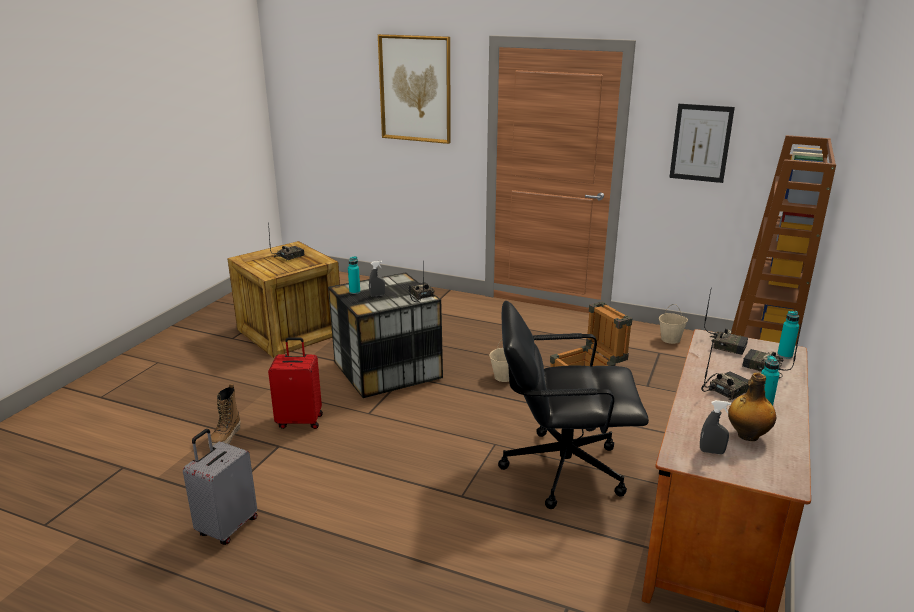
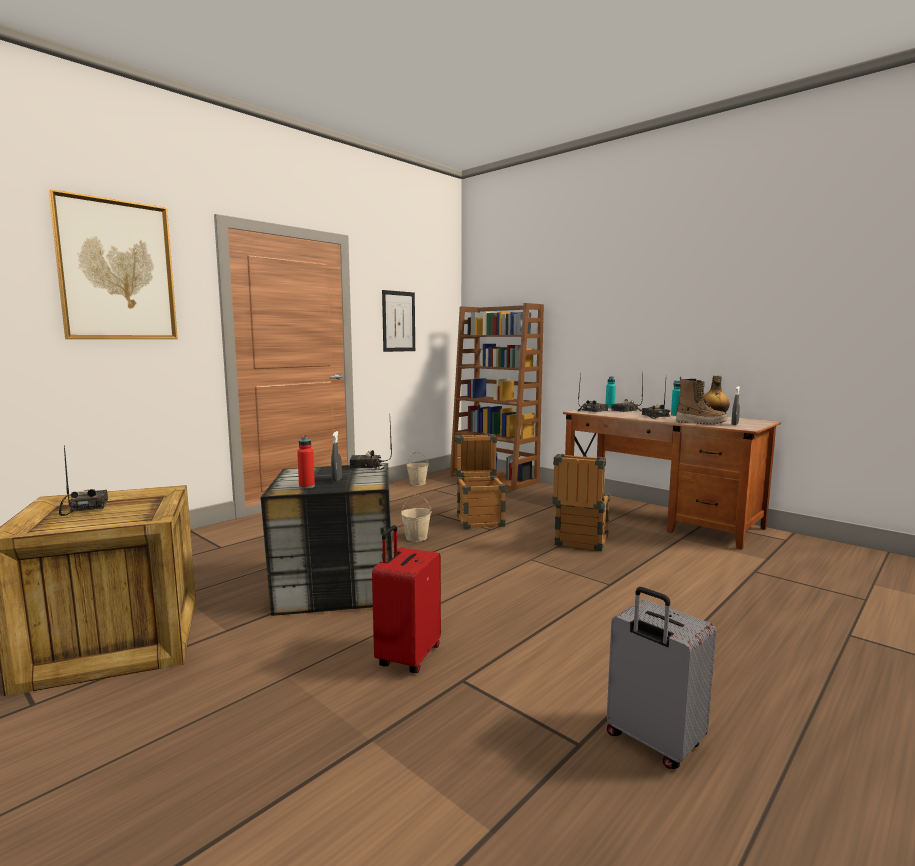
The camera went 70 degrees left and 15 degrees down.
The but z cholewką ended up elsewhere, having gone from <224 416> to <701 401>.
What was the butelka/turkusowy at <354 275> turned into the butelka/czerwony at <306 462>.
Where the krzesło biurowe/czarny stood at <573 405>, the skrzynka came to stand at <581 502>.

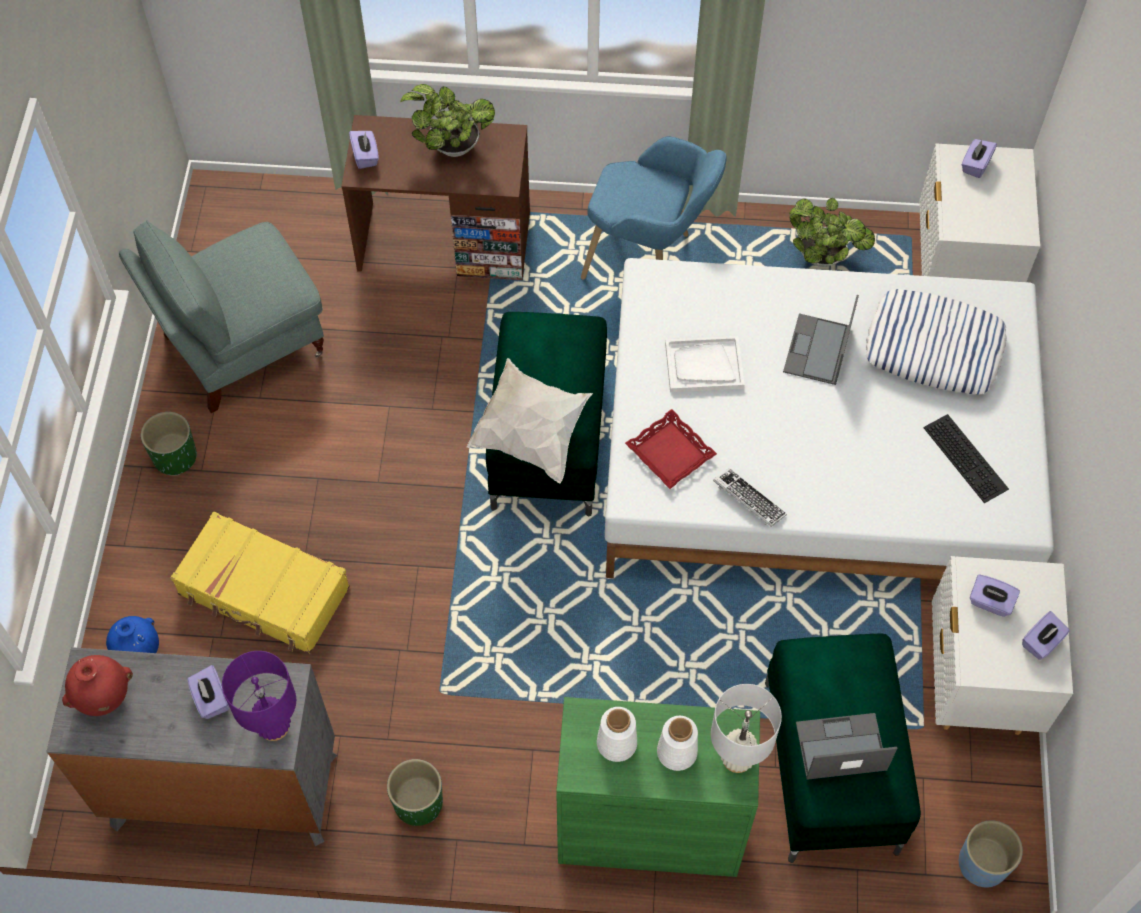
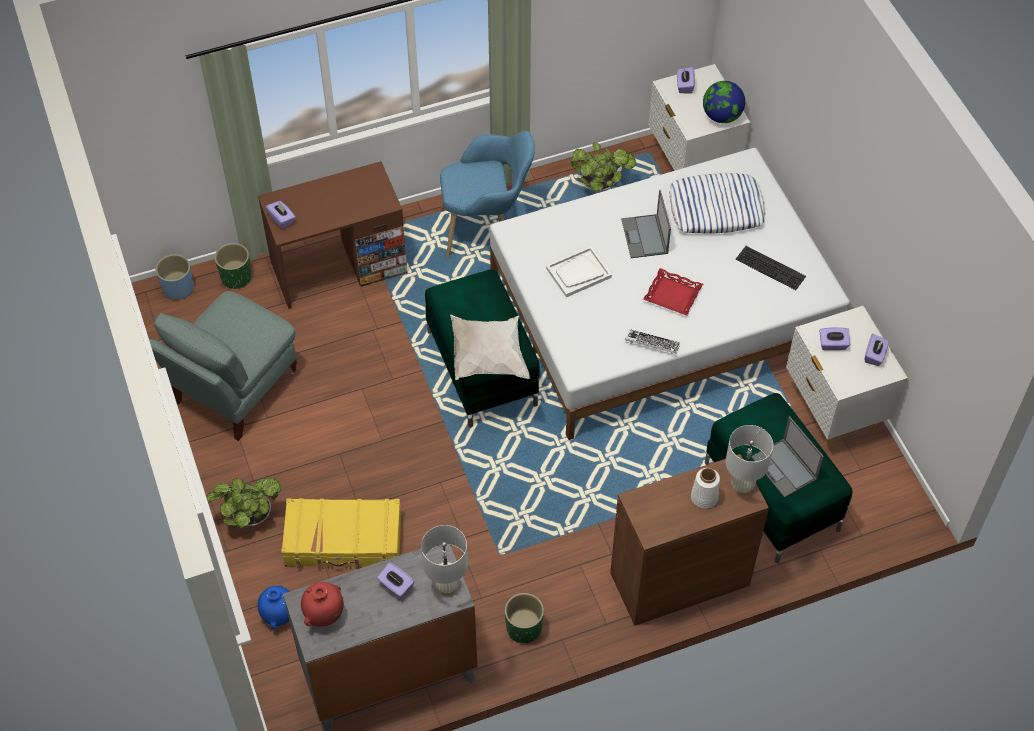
The camera went 25 degrees left and 5 degrees down.
The donica/zielony ended up elsewhere, having gone from <169 444> to <233 266>.
What was the lampa stołowa/fioletowy at <259 696> turned into the lampa stołowa/biały at <444 560>.
The roślina doniczkowa ended up elsewhere, having gone from <447 120> to <243 503>.
What was the szafka/zielony at <658 787> turned into the szafka/brązowy at <689 540>.
The second view lost the wazon/biały at <617 734>.
The taca/czerwony ended up elsewhere, having gone from <671 449> to <673 292>.
The laptop at <846 746> ended up facing another way, 90 degrees counterclockwise from before.
The donica/niebieski ended up elsewhere, having gone from <991 854> to <175 277>.
The second view gained the globus at <724 102>.

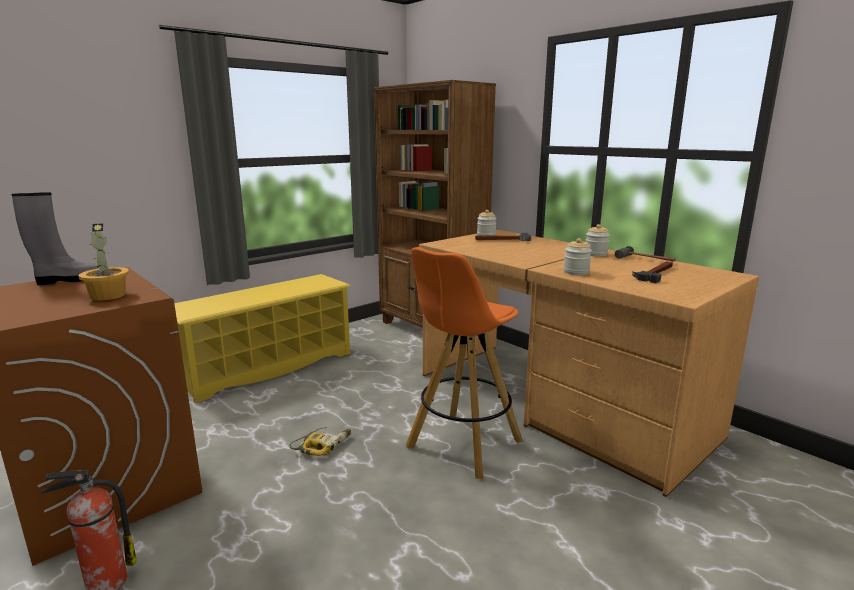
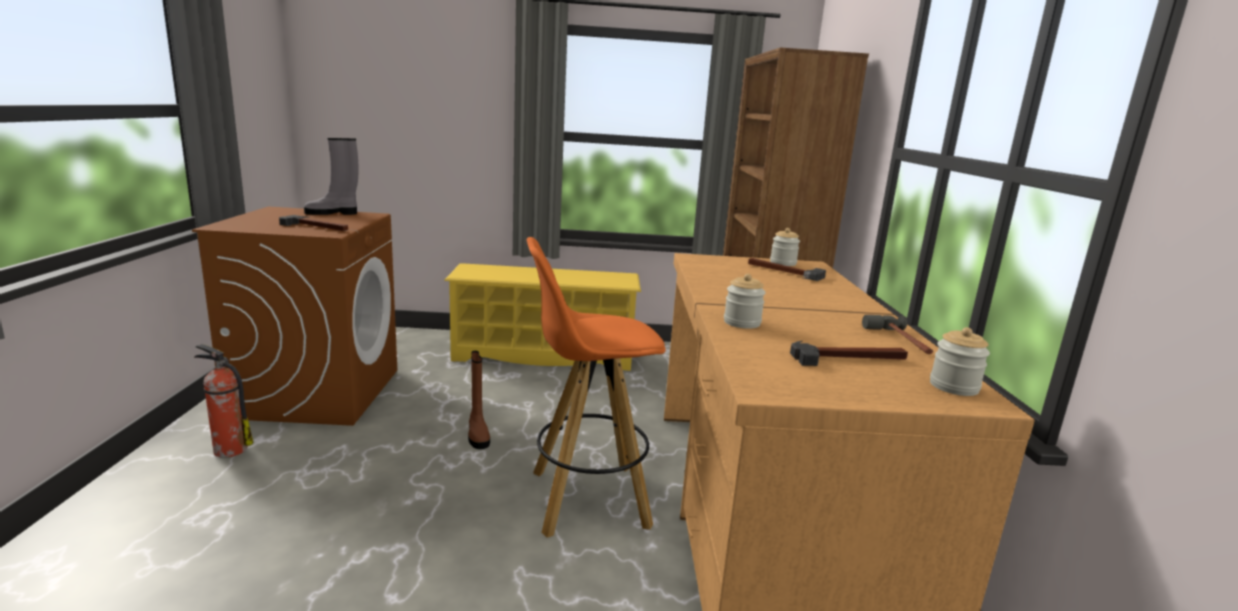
The camera went 40 degrees right and 0 degrees up.
The but z cholewką/szary at <55 238> ended up facing another way, 150 degrees clockwise from before.
Where the roślina doniczkowa stood at <104 262>, the młotek came to stand at <313 223>.
Where the wiertarka stood at <320 441>, the but z cholewką/brązowy came to stand at <479 400>.
The słoik ended up elsewhere, having gone from <598 240> to <960 361>.

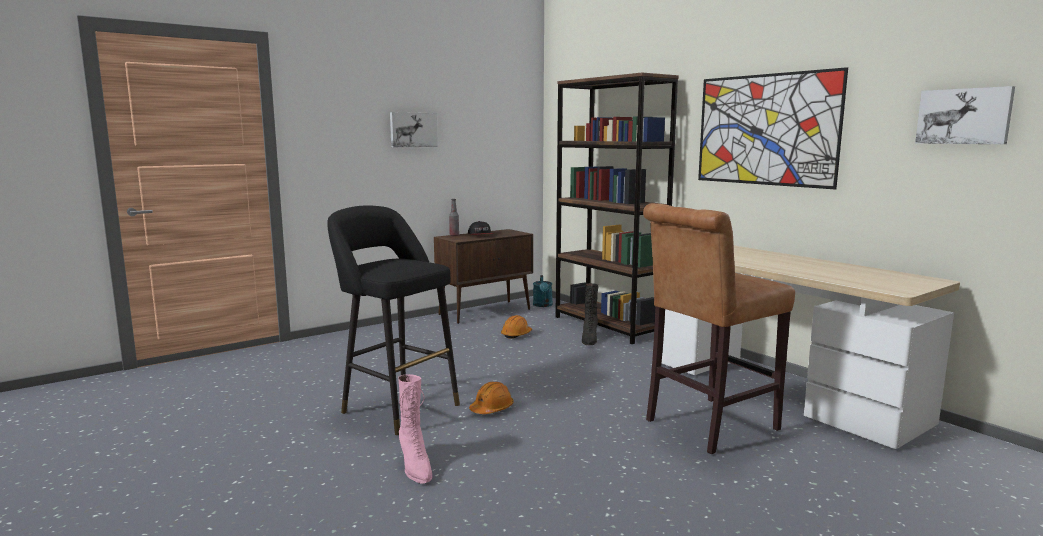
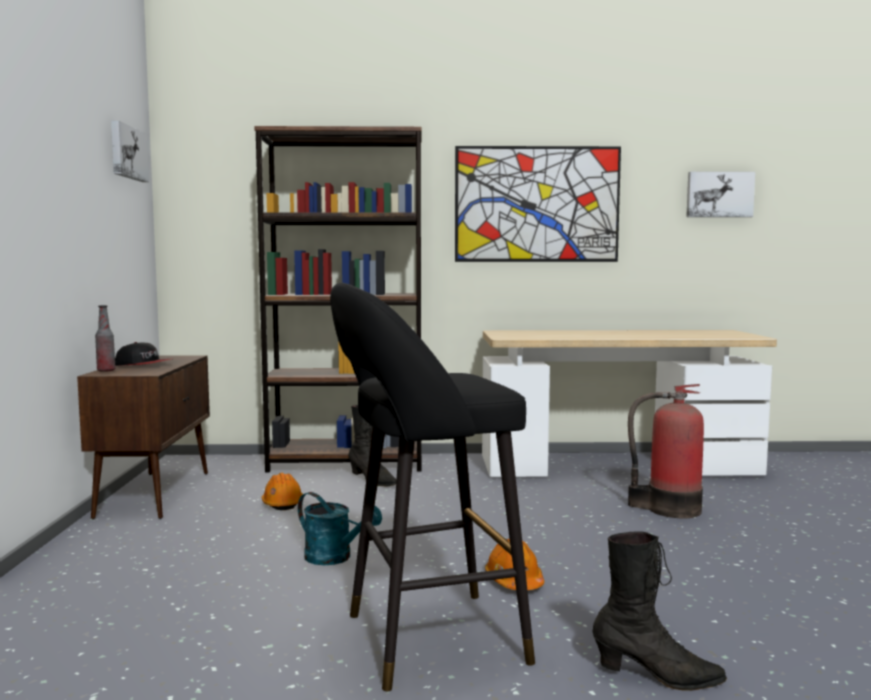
The camera went 55 degrees left and 5 degrees down.
The obraz ended up elsewhere, having gone from <414 129> to <130 151>.
What was the but z cholewką/różowy at <415 429> turned into the but z cholewką/czarny at <659 611>.
The konewka/turkusowy ended up elsewhere, having gone from <543 291> to <340 528>.
Where the stołek/brązowy stood at <719 328>, the gaśnica came to stand at <666 451>.

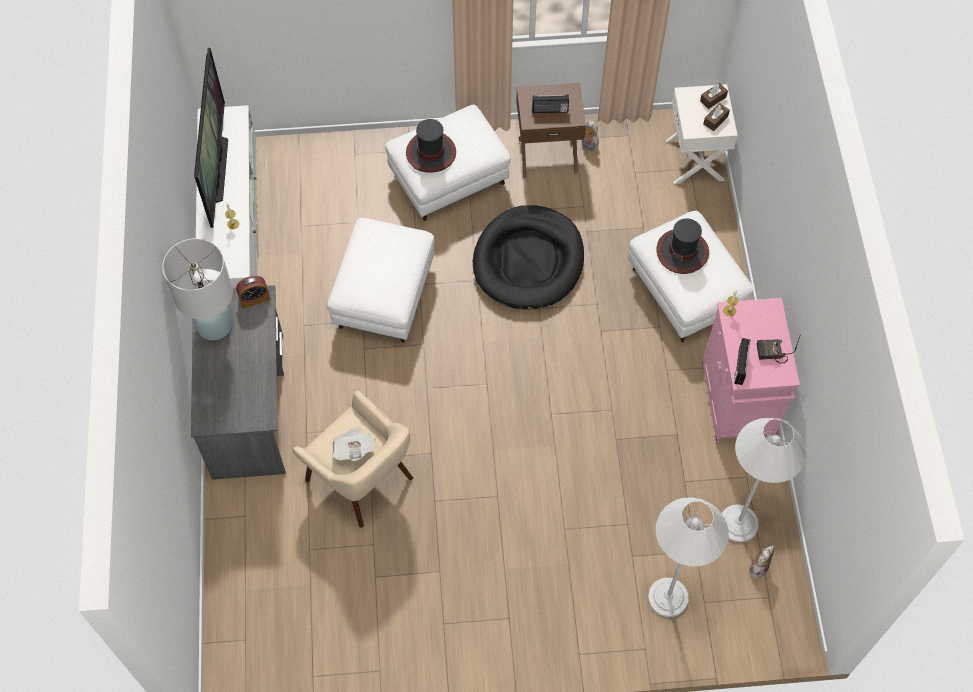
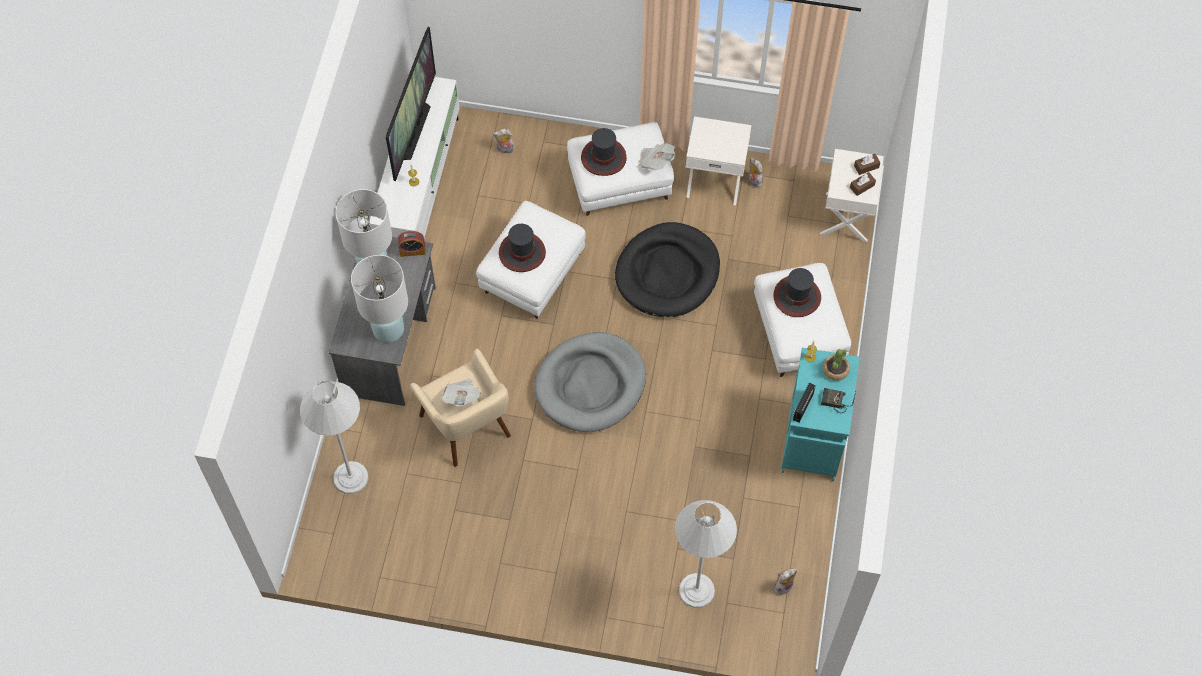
The camera went 15 degrees right and 0 degrees up.
What was the szafka nocna/brązowy at <551 130> turned into the szafka nocna/biały at <719 160>.
The second view lost the radio at <550 103>.
What was the szafka/różowy at <751 371> turned into the szafka/turkusowy at <820 414>.
The lampa stojąca/biały ended up elsewhere, having gone from <764 480> to <334 437>.
The second view gained the lampa stołowa/biały at <379 299>.
The second view gained the pluszak at <503 141>.
The second view gained the kapelusz at <522 248>.
The second view gained the legowisko/szary at <590 382>.
The second view gained the gazeta at <656 156>.
The second view gained the roślina doniczkowa at <836 365>.

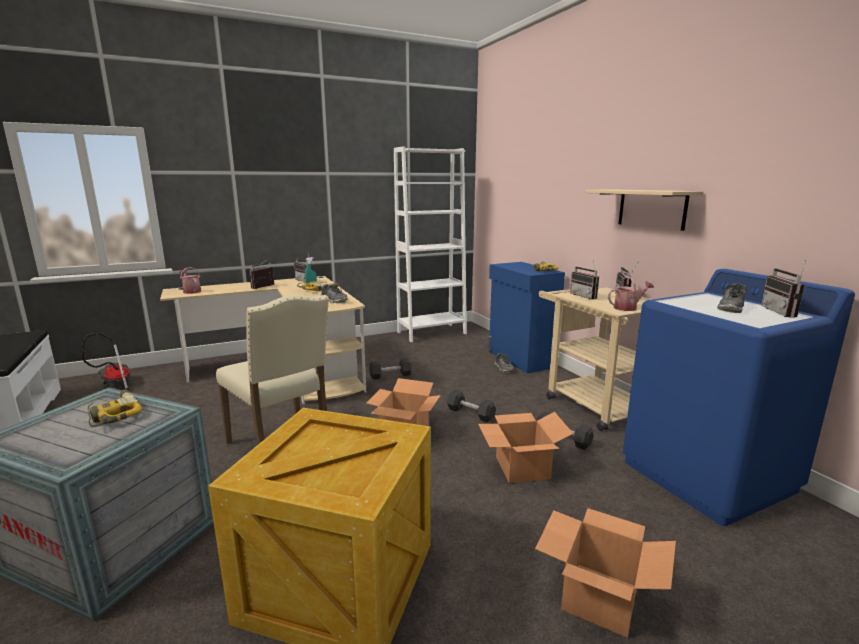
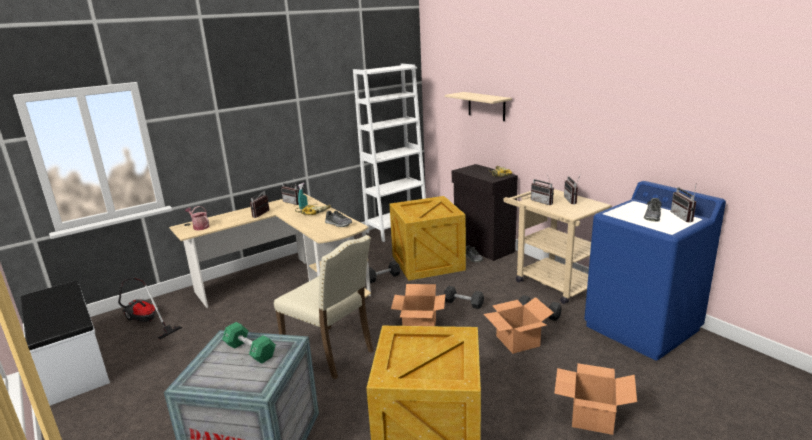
The camera went 10 degrees left and 5 degrees up.
Where the wiertarka stood at <115 408>, the hantel/zielony came to stand at <249 342>.
What was the szafka/niebieski at <526 317> turned into the szafka/czarny at <485 212>.
The półka/beżowy ended up elsewhere, having gone from <644 210> to <478 106>.
The second view lost the konewka at <631 293>.
The second view gained the skrzynka at <428 238>.

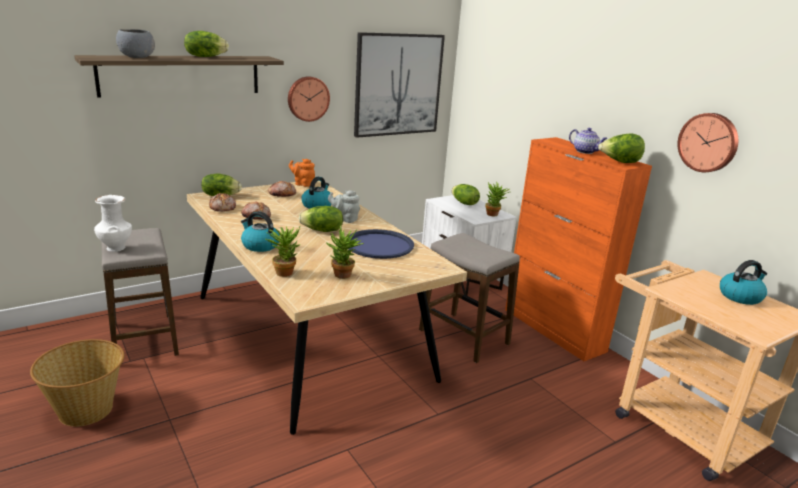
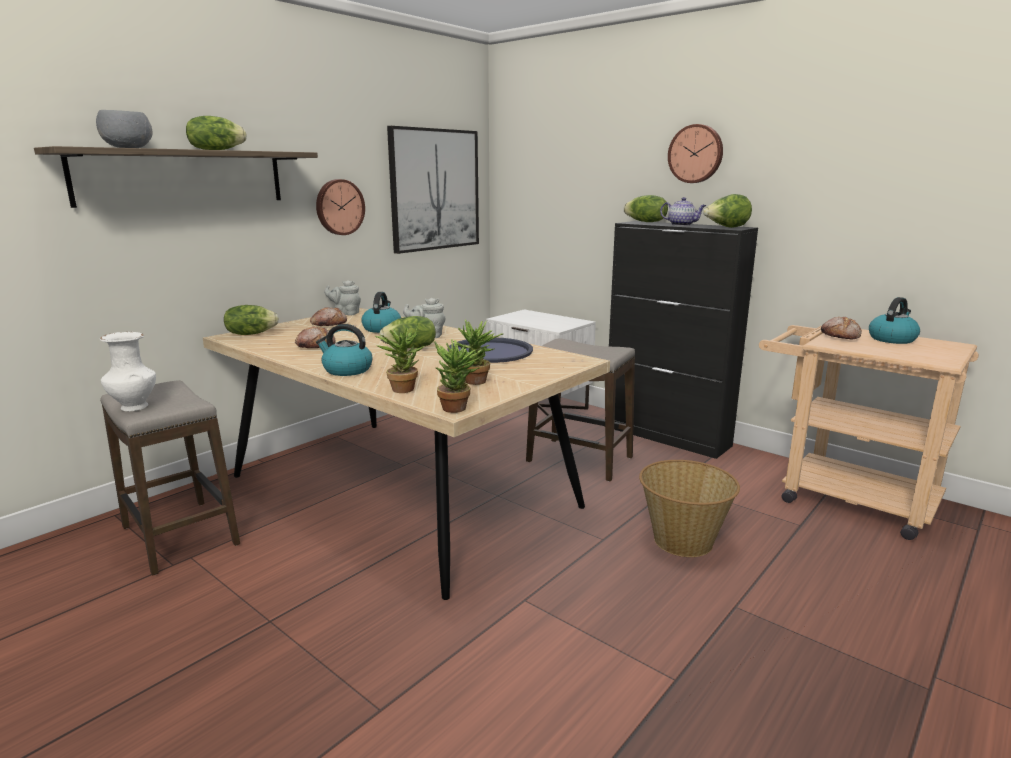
The camera went 15 degrees left and 5 degrees down.
The koszyk ended up elsewhere, having gone from <77 383> to <689 508>.
The chleb ended up elsewhere, having gone from <222 202> to <841 328>.
What was the imbryk/pomarańczowy at <302 173> turned into the imbryk/szary at <342 298>.
The sałata ended up elsewhere, having gone from <466 194> to <646 208>.
The roślina doniczkowa ended up elsewhere, having gone from <497 199> to <460 376>.
What was the szafka/pomarańczowy at <578 249> turned into the szafka/czarny at <683 340>.
The zegar ścienny ended up elsewhere, having gone from <708 142> to <695 153>.

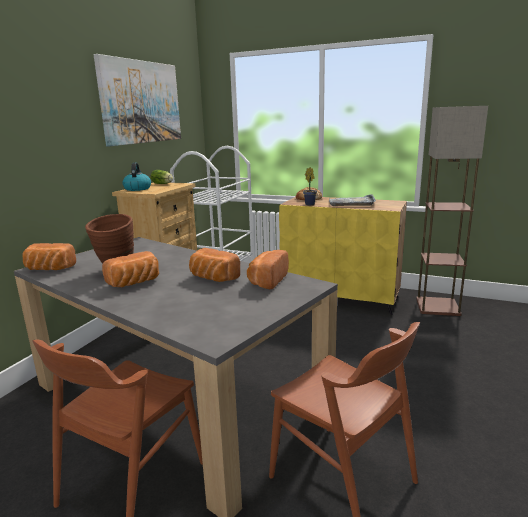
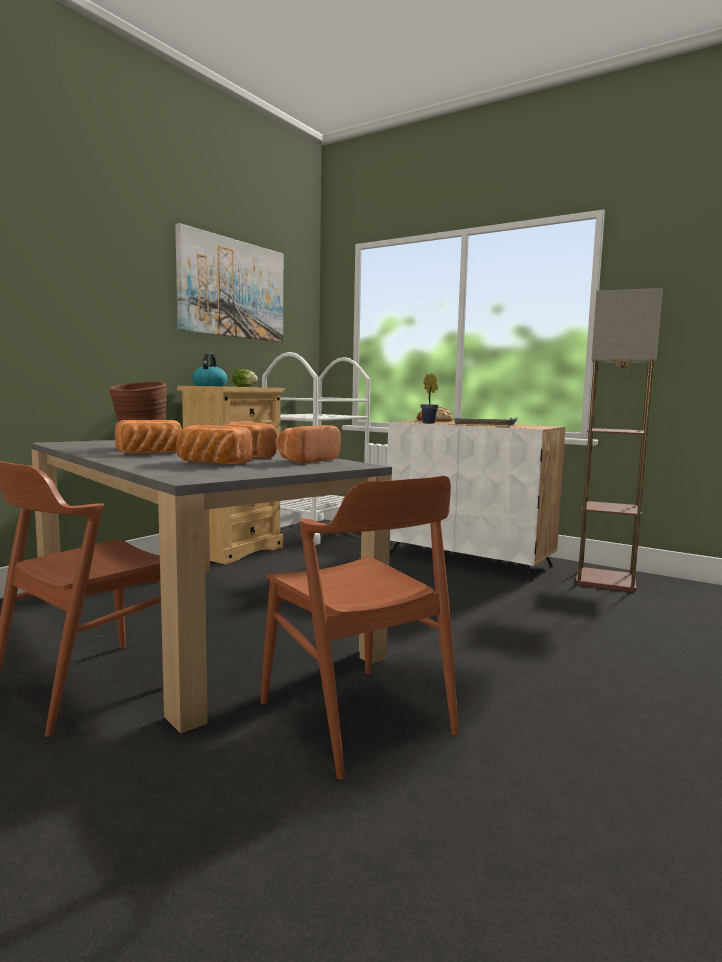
The camera went 10 degrees right and 10 degrees down.
The chleb ended up elsewhere, having gone from <49 256> to <214 444>.
What was the szafka/żółty at <343 256> turned into the szafka/biały at <476 501>.

